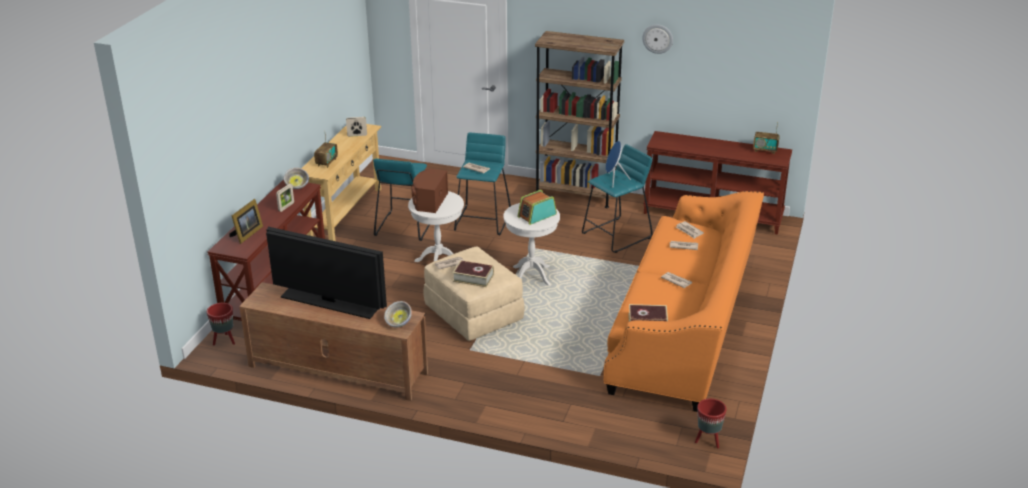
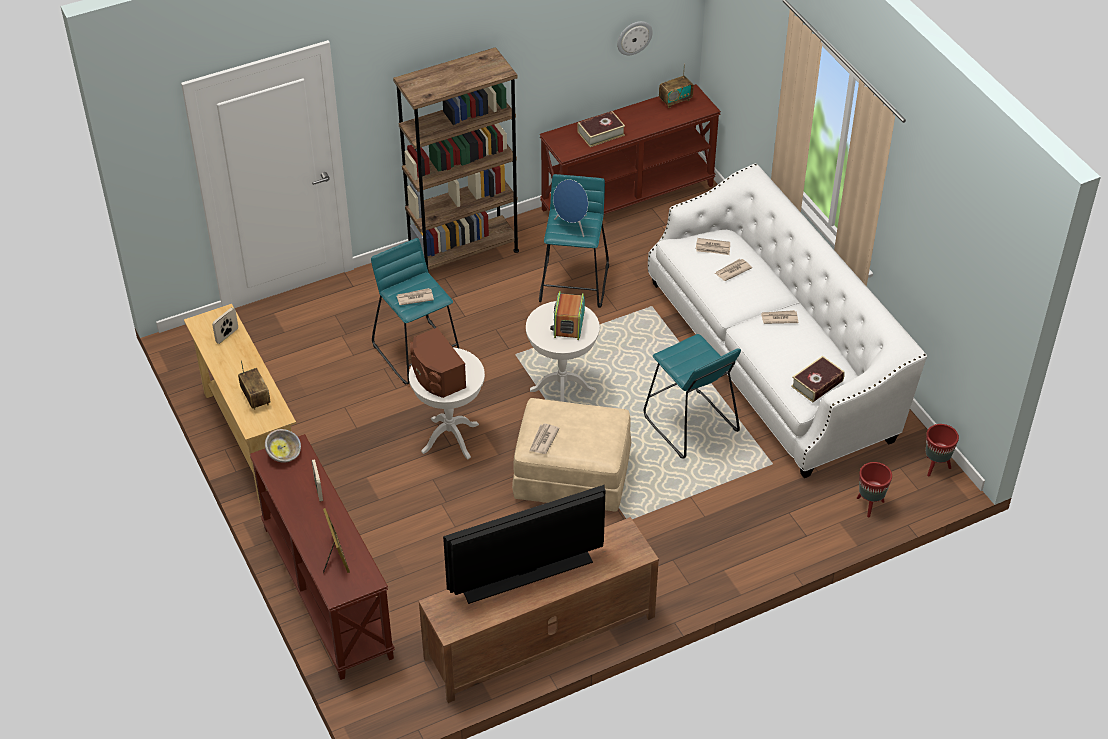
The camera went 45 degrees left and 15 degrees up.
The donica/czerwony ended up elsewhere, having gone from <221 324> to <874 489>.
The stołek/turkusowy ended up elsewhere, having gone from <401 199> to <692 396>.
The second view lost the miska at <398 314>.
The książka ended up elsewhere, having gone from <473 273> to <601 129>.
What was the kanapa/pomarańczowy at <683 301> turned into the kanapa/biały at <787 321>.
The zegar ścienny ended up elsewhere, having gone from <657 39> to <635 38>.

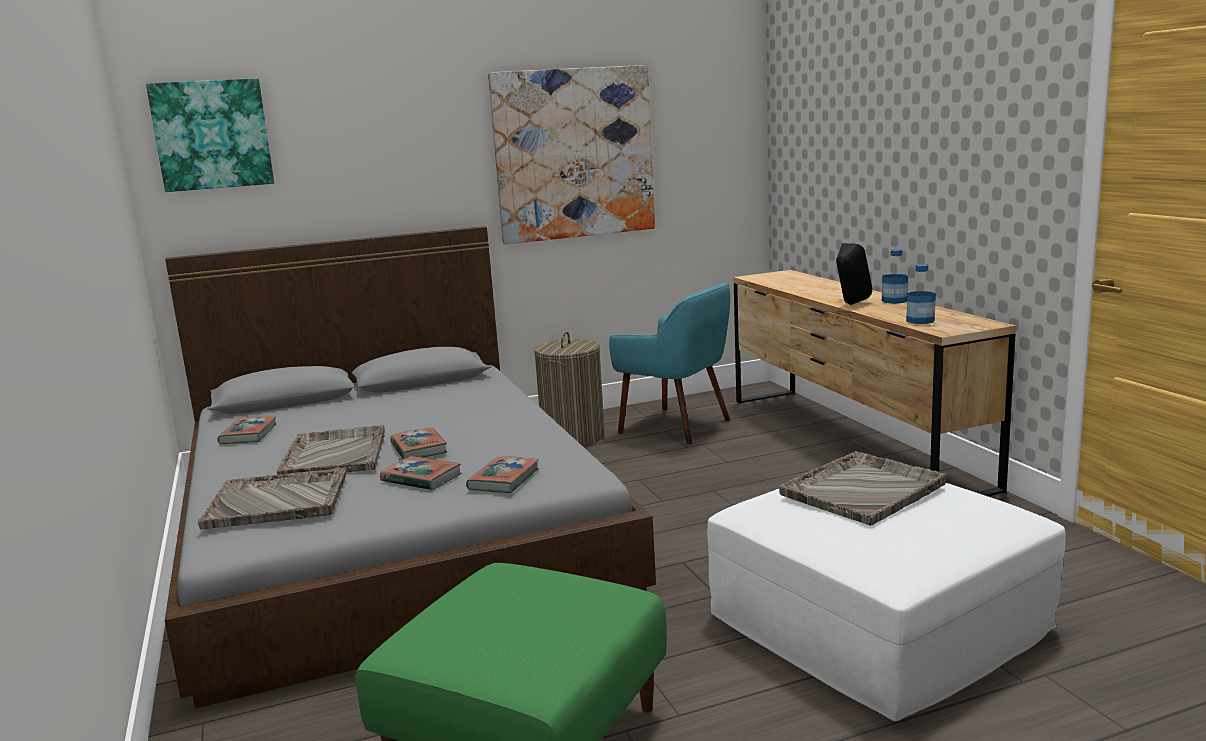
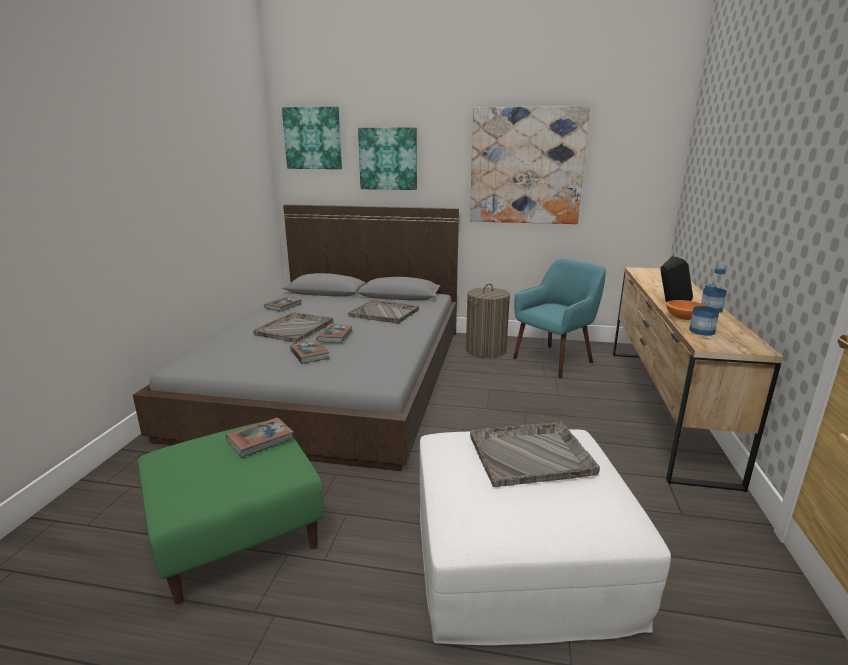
The camera went 30 degrees right and 5 degrees up.
The taca/szary ended up elsewhere, having gone from <272 498> to <383 312>.
The książka ended up elsewhere, having gone from <502 474> to <260 437>.
The fotel/turkusowy at <669 363> ended up facing another way, 105 degrees counterclockwise from before.
The second view gained the obraz at <387 158>.
The second view gained the miska/pomarańczowy at <685 310>.

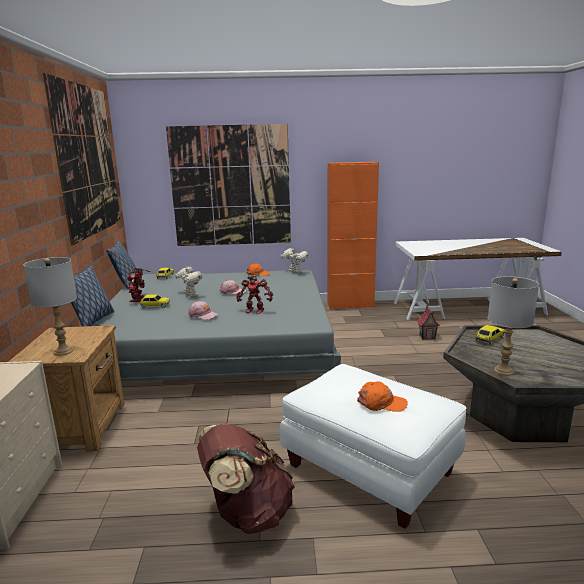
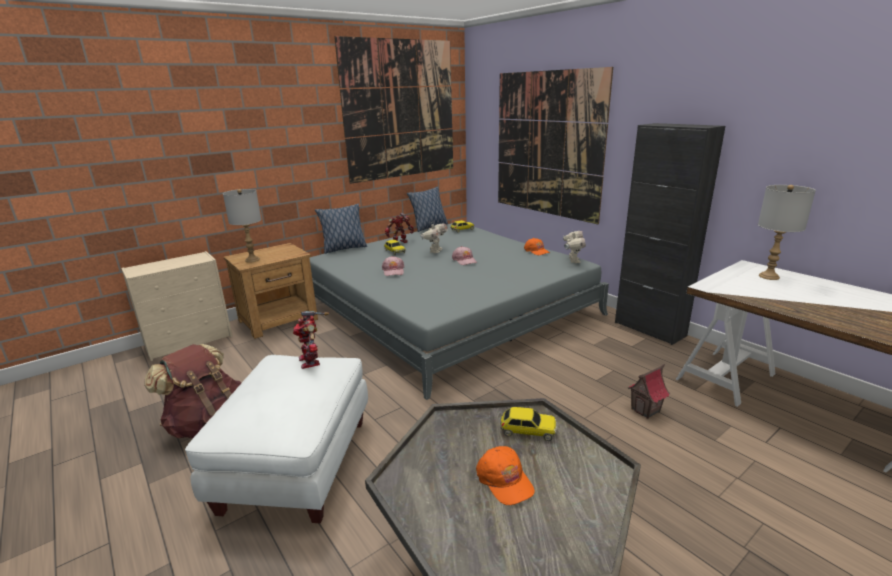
The camera went 55 degrees right and 5 degrees up.
The robot zabawkowy ended up elsewhere, having gone from <254 294> to <311 340>.
What was the szafka/pomarańczowy at <353 235> turned into the szafka/czarny at <670 234>.
The czapka z daszkiem/pomarańczowy ended up elsewhere, having gone from <382 396> to <505 475>.
The lampa stołowa/szary ended up elsewhere, having gone from <513 326> to <787 232>.

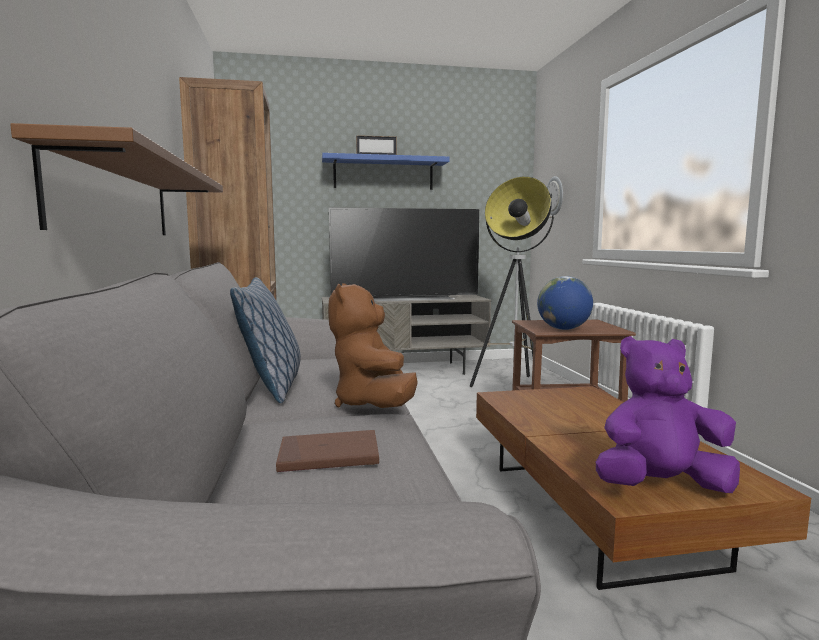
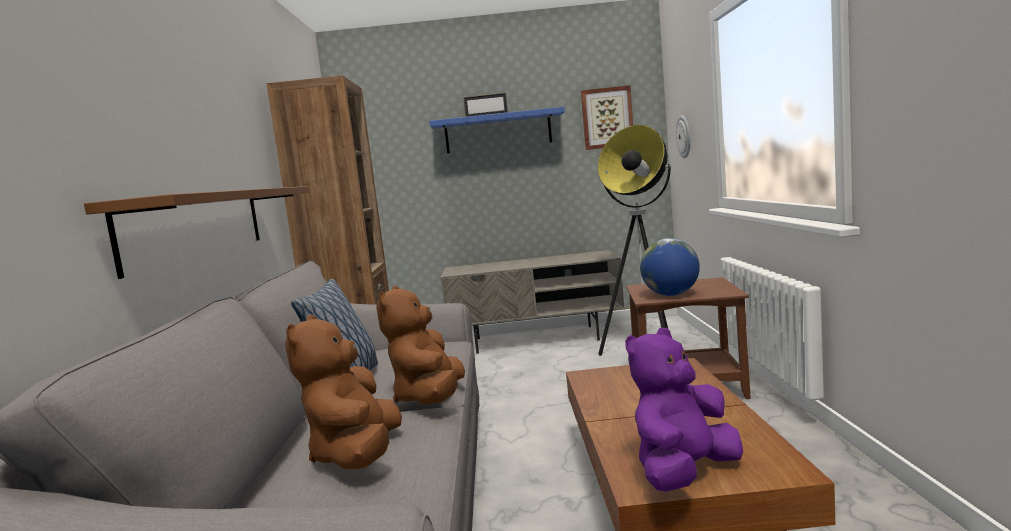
The camera went 10 degrees right and 0 degrees up.
Where the książka/brązowy stood at <327 451>, the pluszak/brązowy came to stand at <343 392>.
The second view lost the telewizor at <404 254>.
The pluszak/fioletowy at <668 414> ended up facing another way, 45 degrees counterclockwise from before.
The second view gained the obraz at <607 117>.

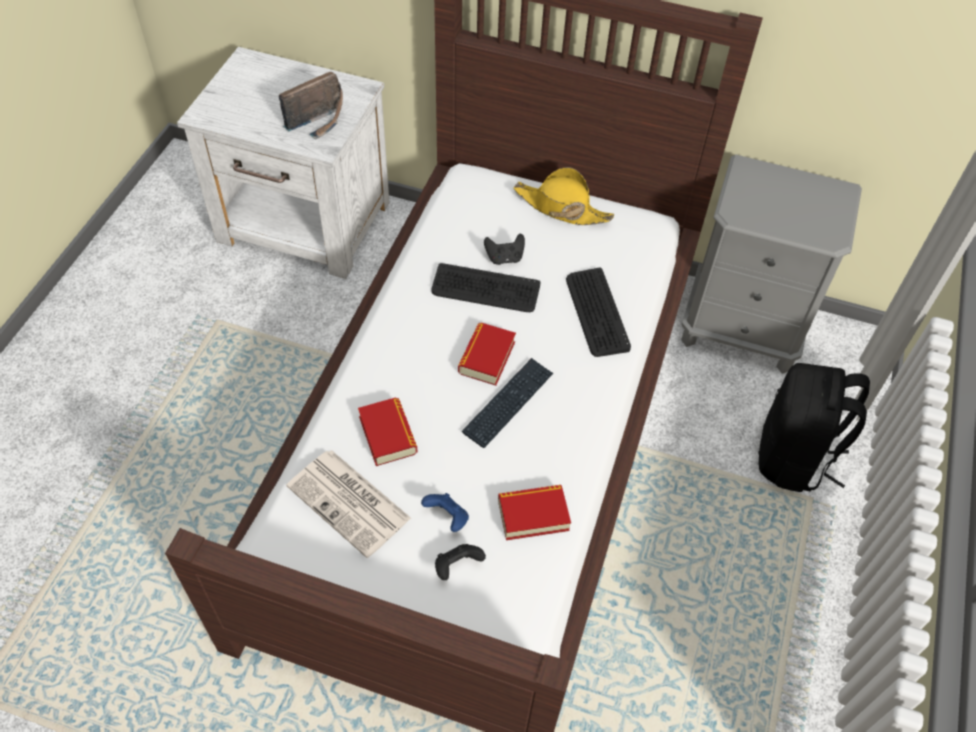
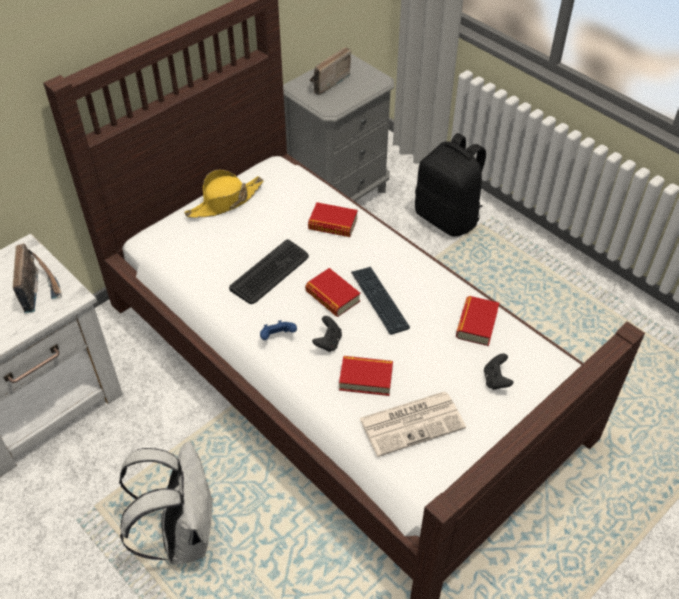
The camera went 60 degrees left and 5 degrees down.
The pad do gier/niebieski ended up elsewhere, having gone from <445 512> to <278 330>.
The pad do gier/czarny ended up elsewhere, having gone from <504 249> to <327 334>.
Where the klawiatura stood at <598 312>, the książka came to stand at <333 219>.
The second view gained the plecak/biały at <166 502>.
The second view gained the radio at <330 71>.

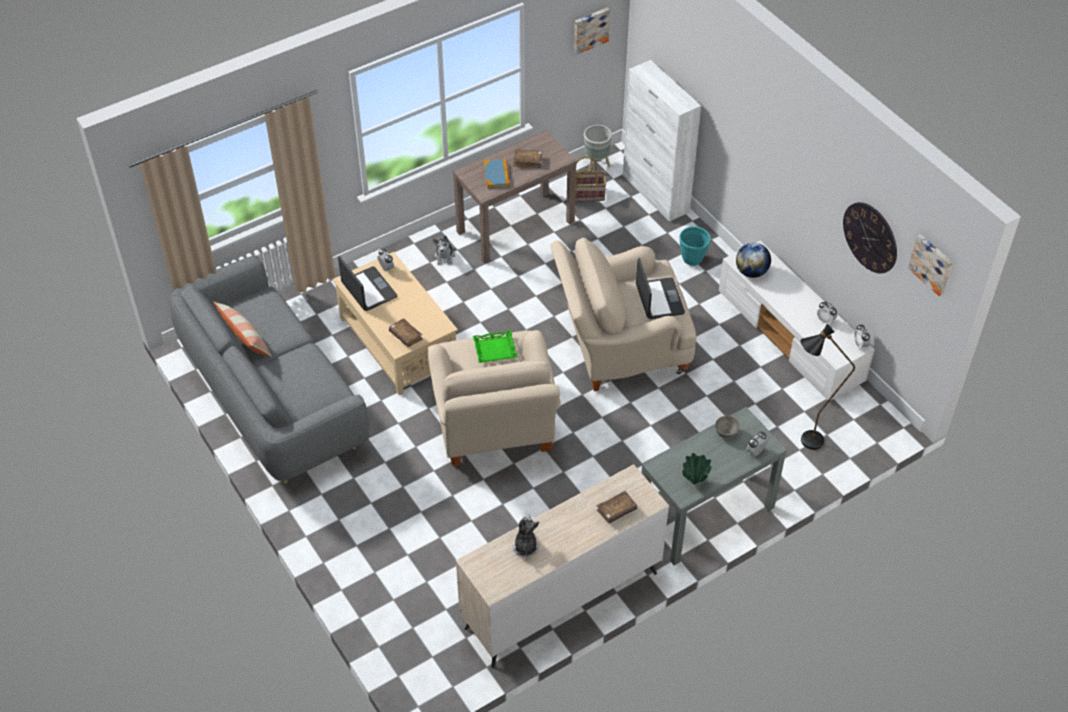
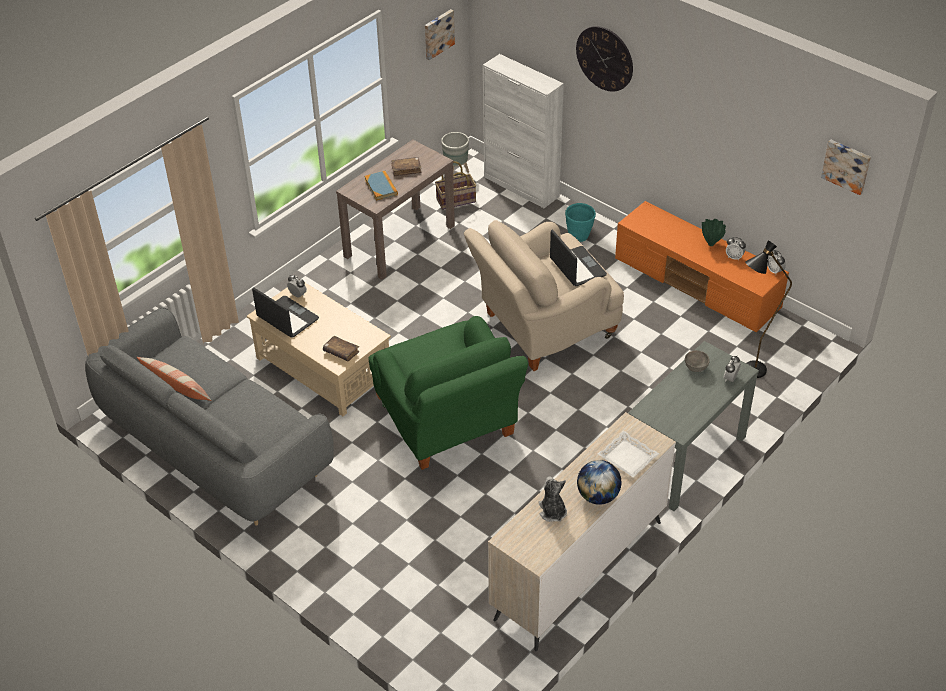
The camera went 15 degrees left and 5 degrees down.
What was the fotel/beżowy at <494 398> turned into the fotel/zielony at <448 393>.
The second view lost the pluszak at <444 250>.
The second view lost the taca/zielony at <495 346>.
Where the książka/brązowy stood at <616 507>, the taca/biały came to stand at <628 454>.
The wazon/zielony ended up elsewhere, having gone from <697 468> to <714 232>.
What was the szafka pod telewizor/biały at <797 321> turned into the szafka pod telewizor/pomarańczowy at <702 266>.
The globus ended up elsewhere, having gone from <753 260> to <599 482>.
The zegar ścienny ended up elsewhere, having gone from <870 237> to <604 59>.

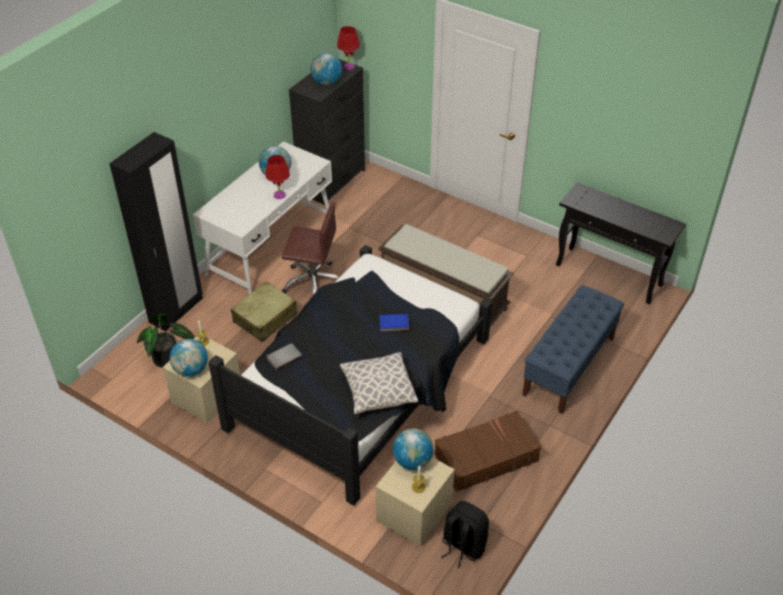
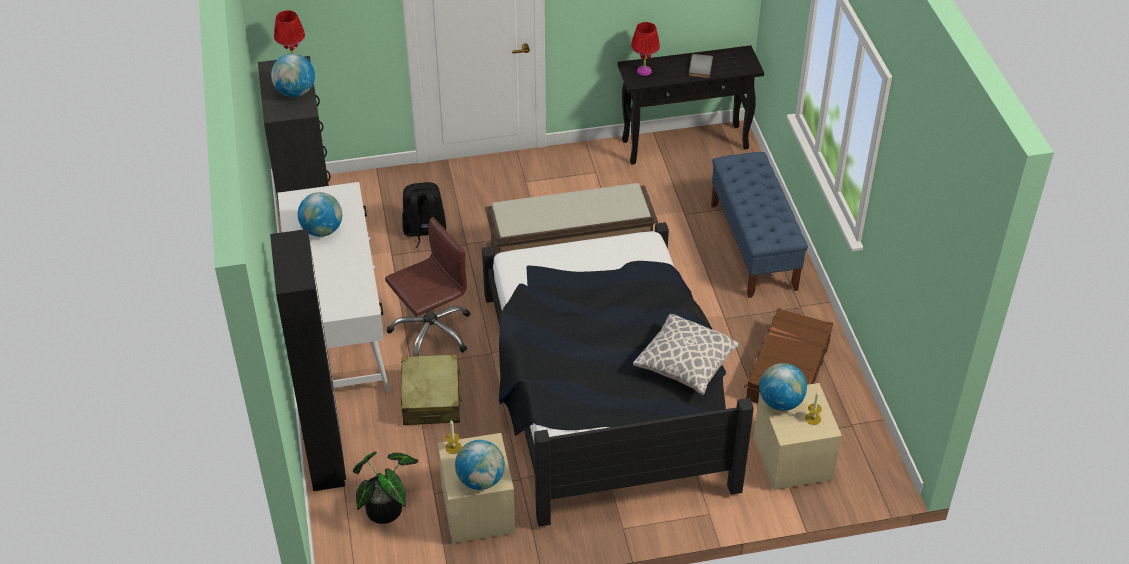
The camera went 45 degrees left and 0 degrees up.
The lampa stołowa/czerwony ended up elsewhere, having gone from <278 177> to <645 49>.
The książka/szary ended up elsewhere, having gone from <284 357> to <701 66>.
The second view lost the książka/niebieski at <394 322>.
The plecak/czarny ended up elsewhere, having gone from <465 534> to <424 215>.

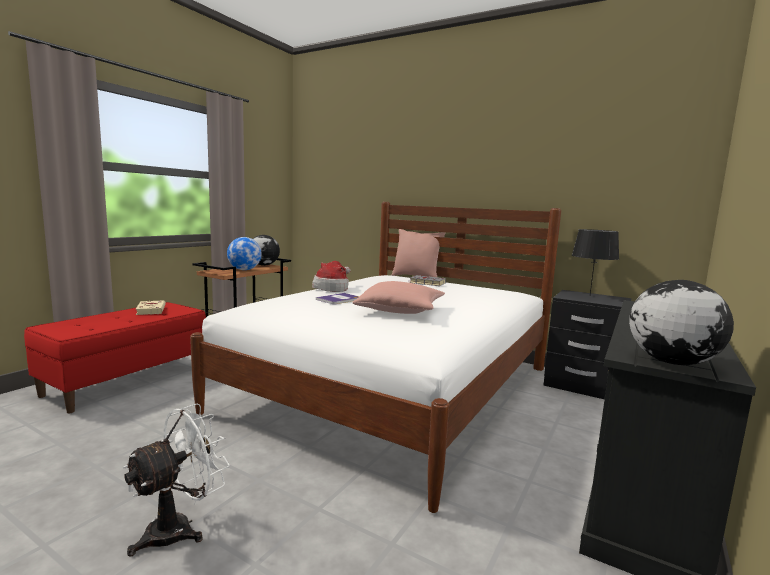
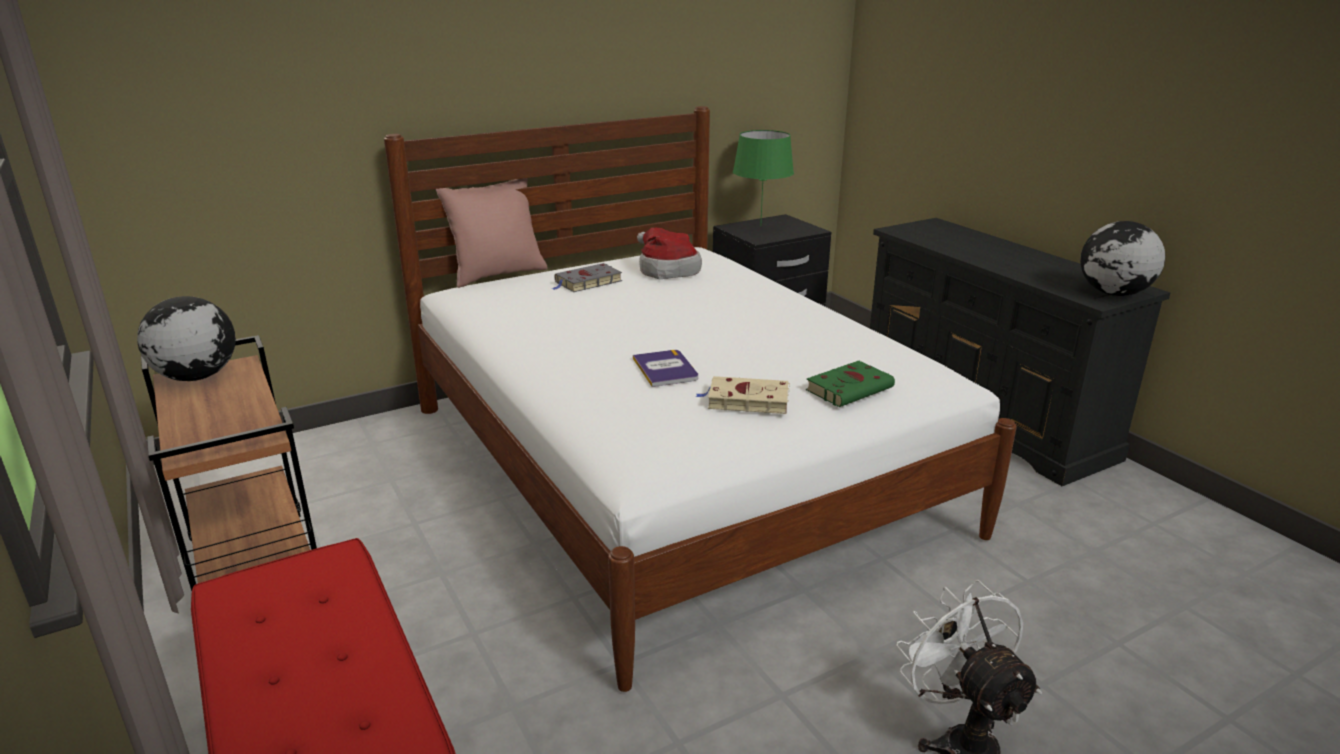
The camera went 60 degrees left and 15 degrees up.
The książka/beżowy ended up elsewhere, having gone from <151 307> to <742 395>.
The second view lost the globus at <244 253>.
The kapelusz ended up elsewhere, having gone from <331 276> to <669 253>.
The second view lost the poduszka/różowy at <398 297>.
What was the lampa stołowa/czarny at <595 261> turned into the lampa stołowa/zielony at <763 178>.
The second view gained the książka/zielony at <850 384>.

